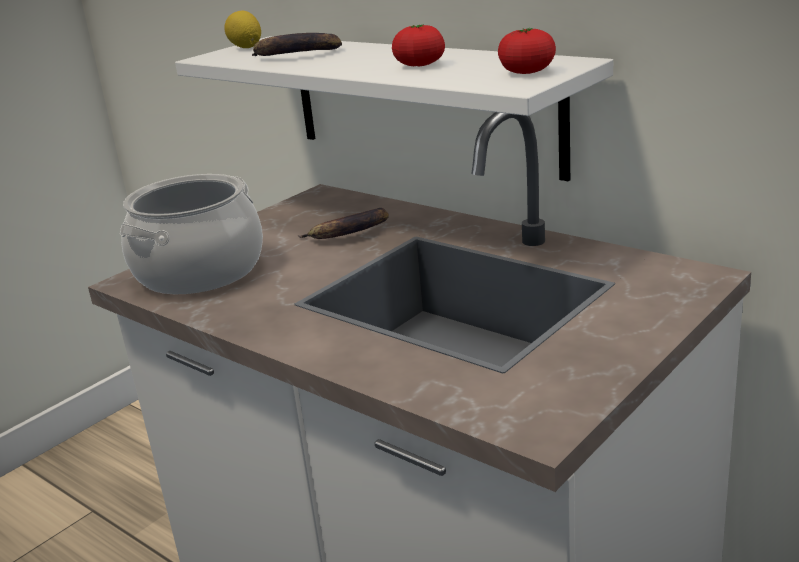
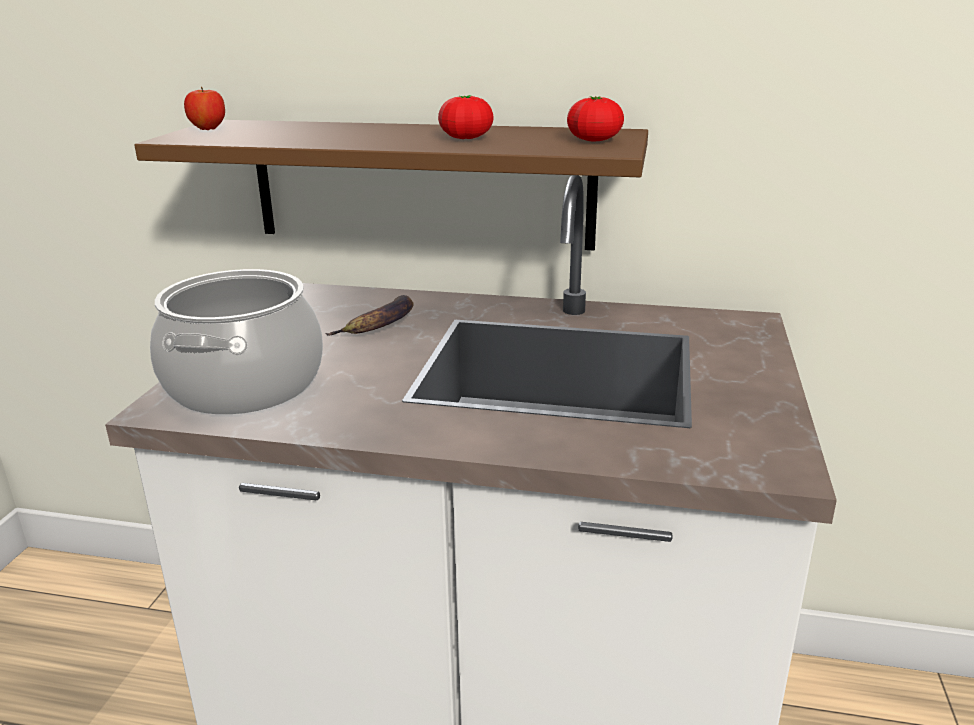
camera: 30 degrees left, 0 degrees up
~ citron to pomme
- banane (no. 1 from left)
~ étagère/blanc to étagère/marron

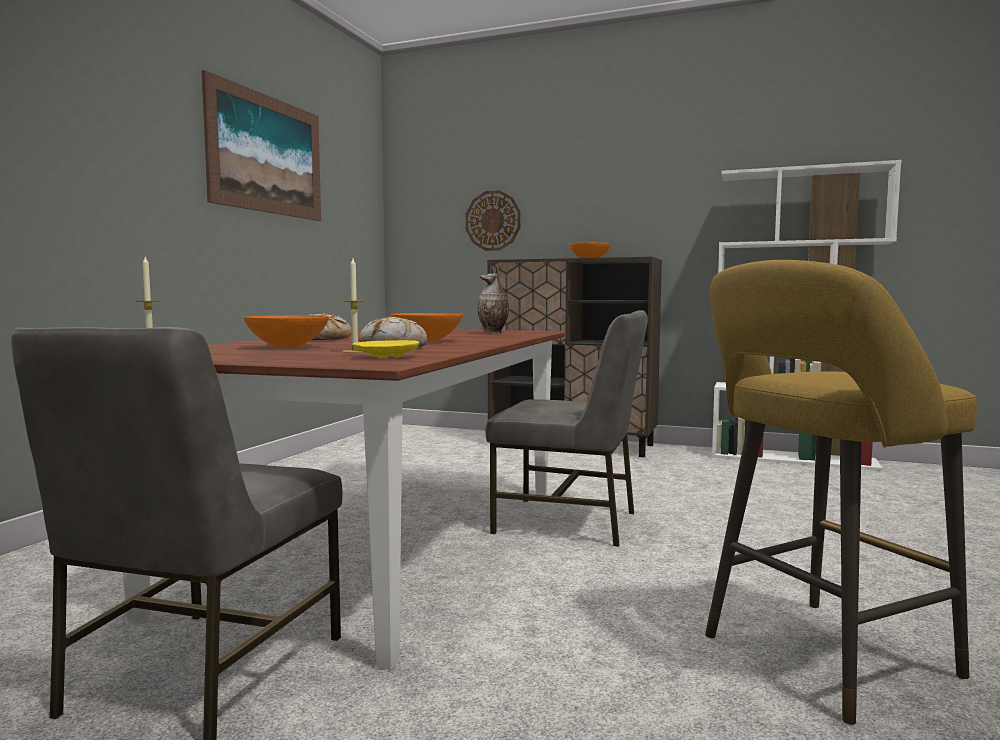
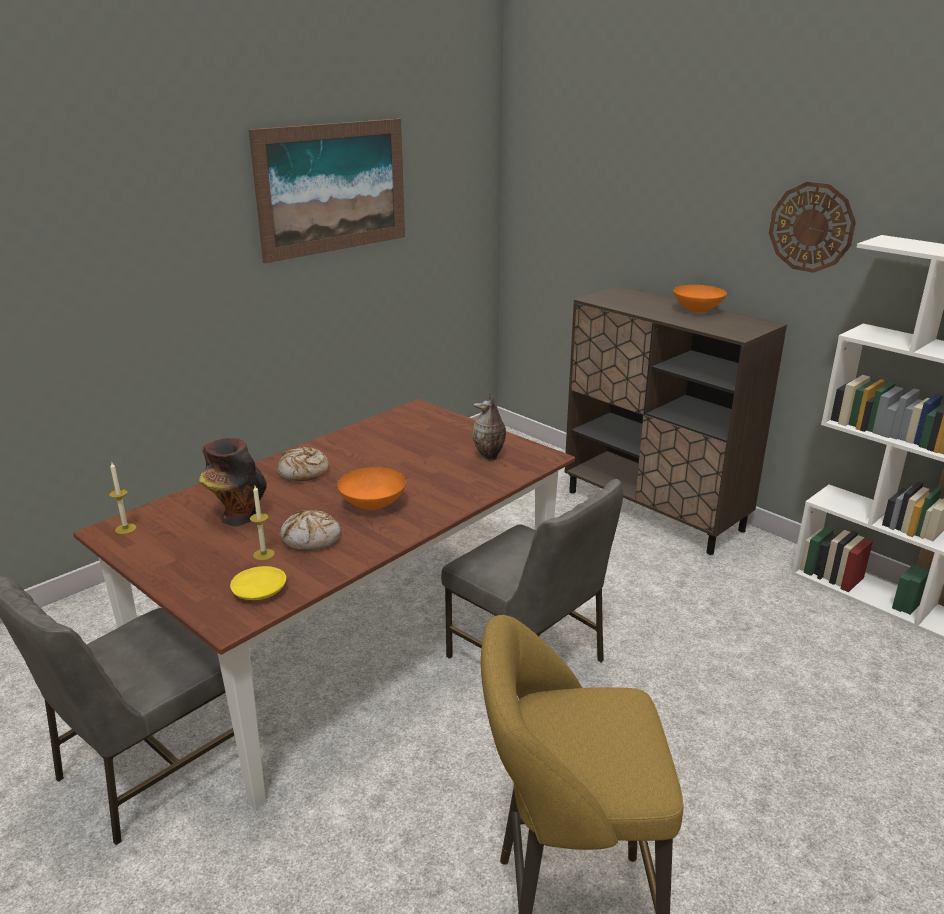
camera: 25 degrees right, 20 degrees up
~ horloge murale
~ bol/orange (no. 1 from left) to vase (no. 1 from left)

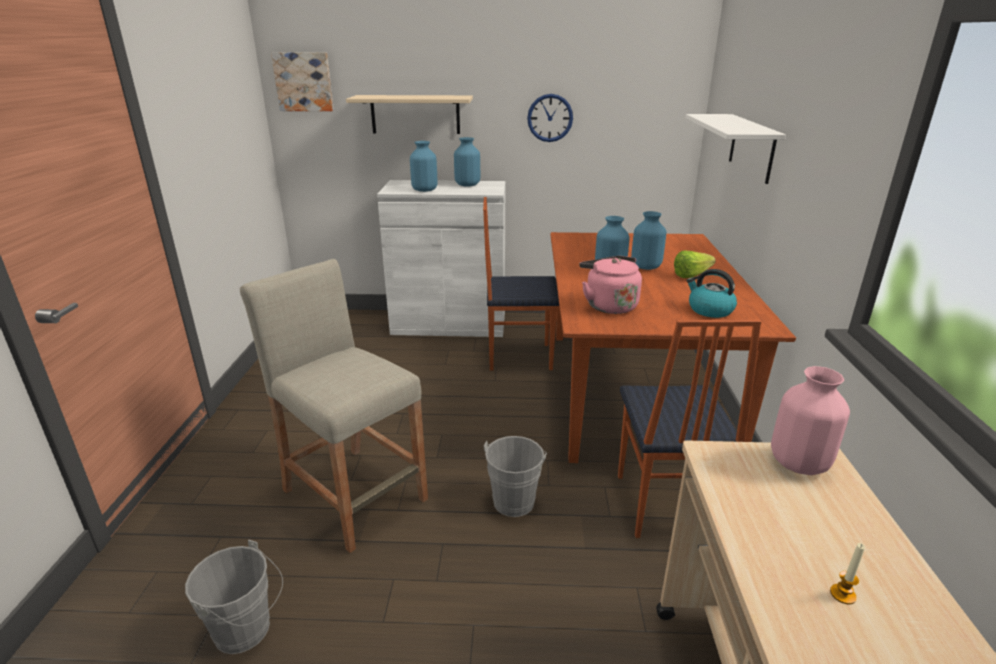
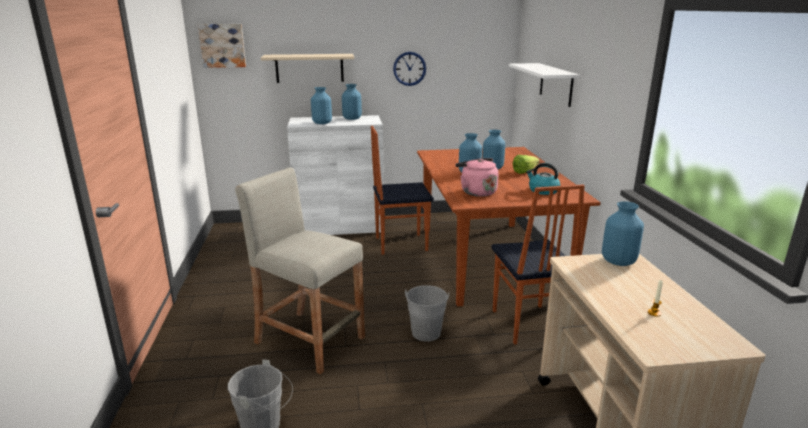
camera: 10 degrees left, 5 degrees down
~ vase/rose to vase/bleu (no. 5 from left)

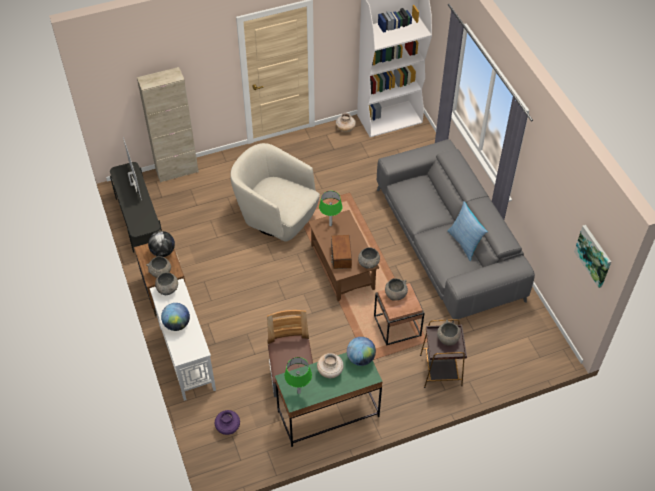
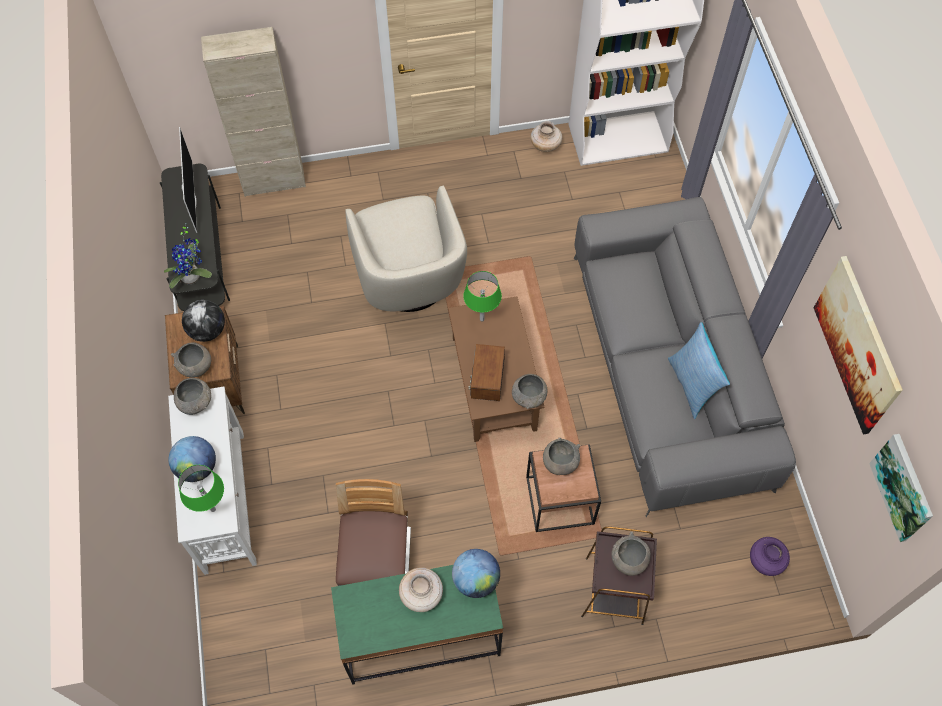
camera: 10 degrees right, 10 degrees up
~ fauteuil/beige 150 degrees counterclockwise
~ lampe de table/vert (no. 1 from left)
~ vase/violet
+ plante en pot
+ tableau (no. 1 from left)

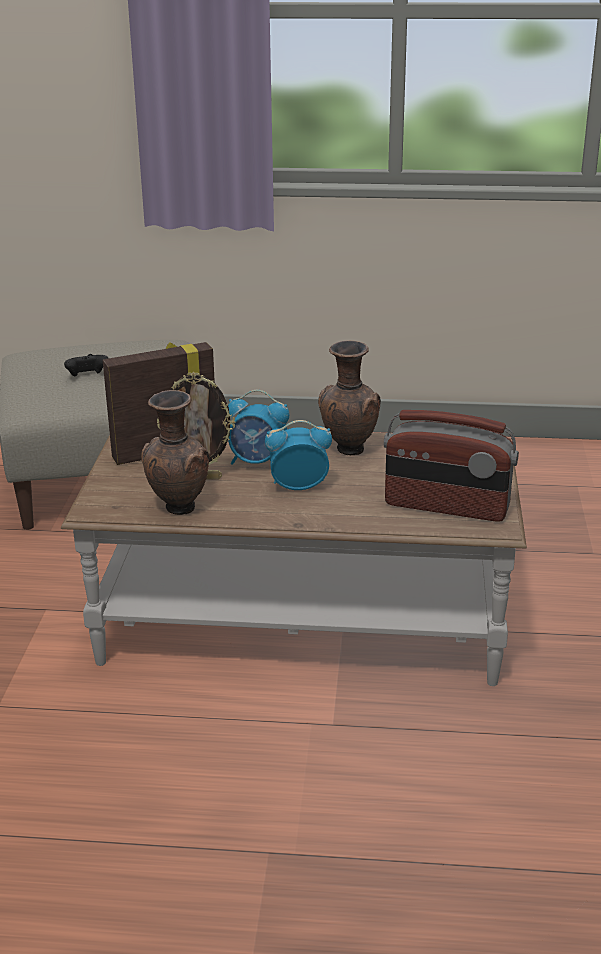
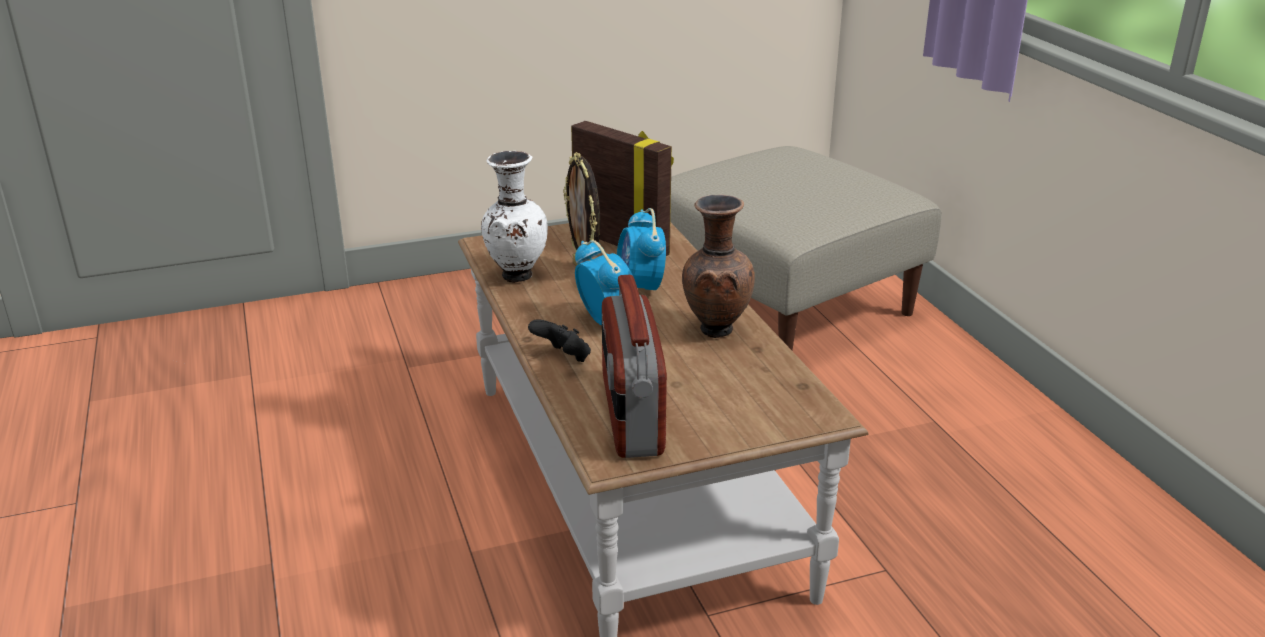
camera: 65 degrees right, 0 degrees up
~ manette/noir
~ vase/marron (no. 1 from left) to vase/blanc

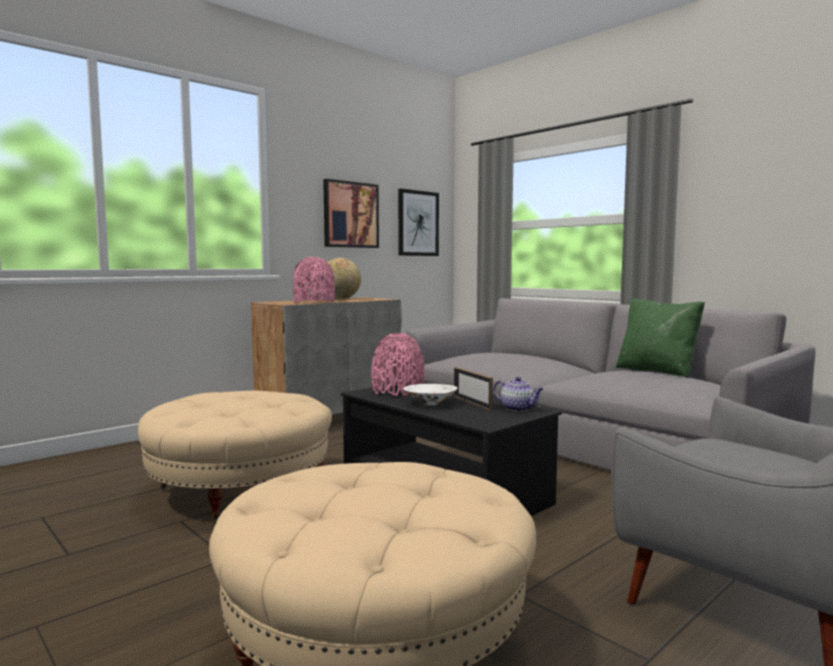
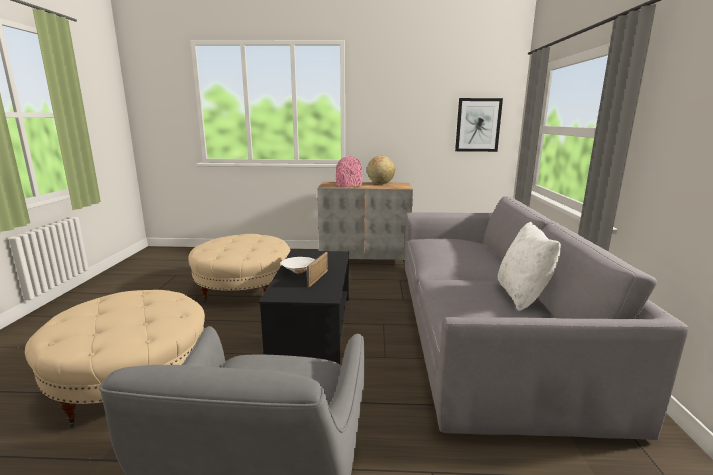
camera: 45 degrees right, 10 degrees up
- tableau (no. 1 from left)
~ coussin/vert to coussin/blanc
- vase/rose (no. 2 from left)
- théière

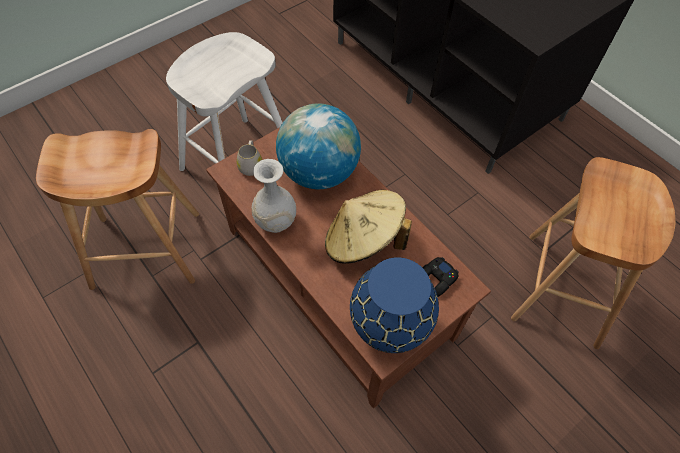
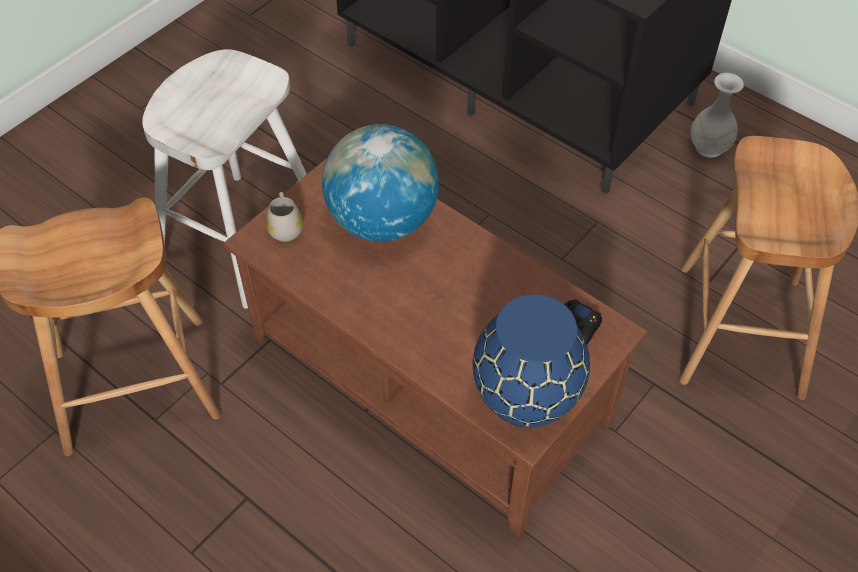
camera: 10 degrees left, 5 degrees down
~ vase/blanc
- chapeau/beige

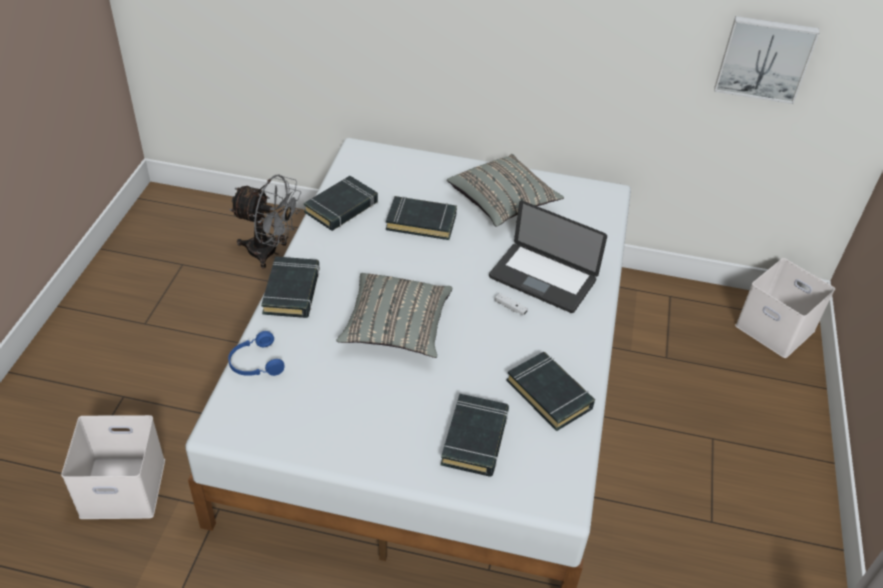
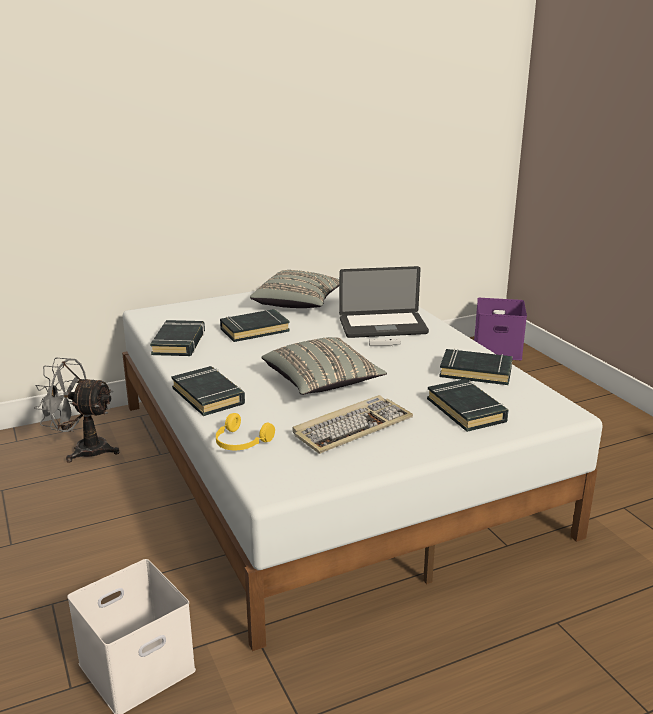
camera: 35 degrees left, 20 degrees down
- tableau
~ ventilateur/gris 150 degrees counterclockwise
~ boîte de rangement/blanc (no. 2 from left) to boîte de rangement/violet
~ casque audio/bleu to casque audio/jaune
+ clavier

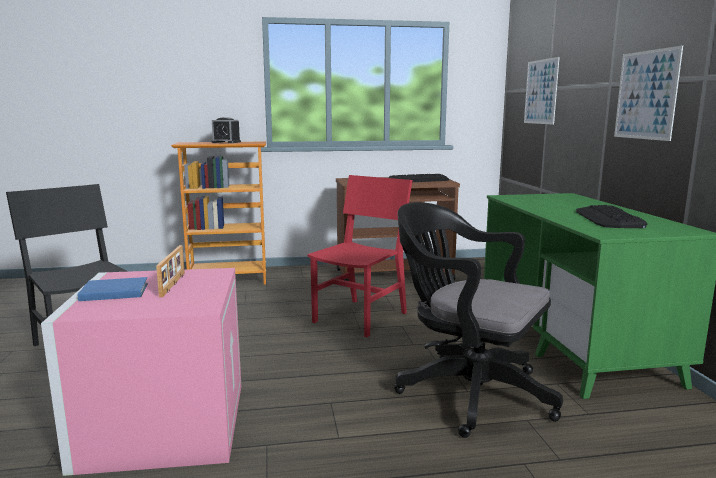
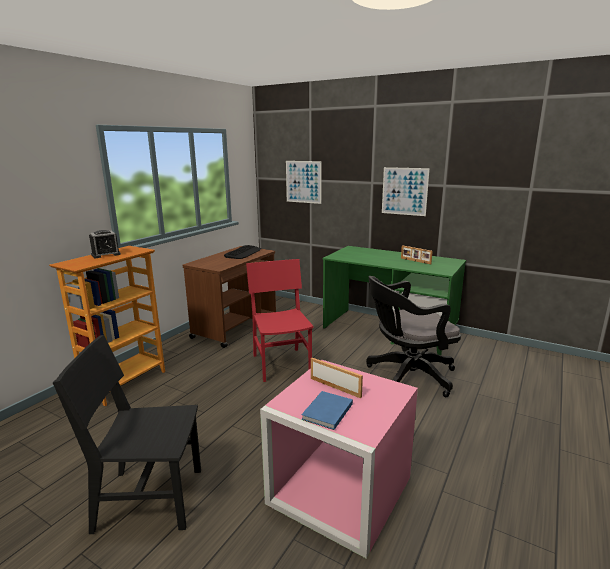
camera: 50 degrees left, 5 degrees up
~ clavier (no. 2 from left) to cadre photo (no. 2 from left)

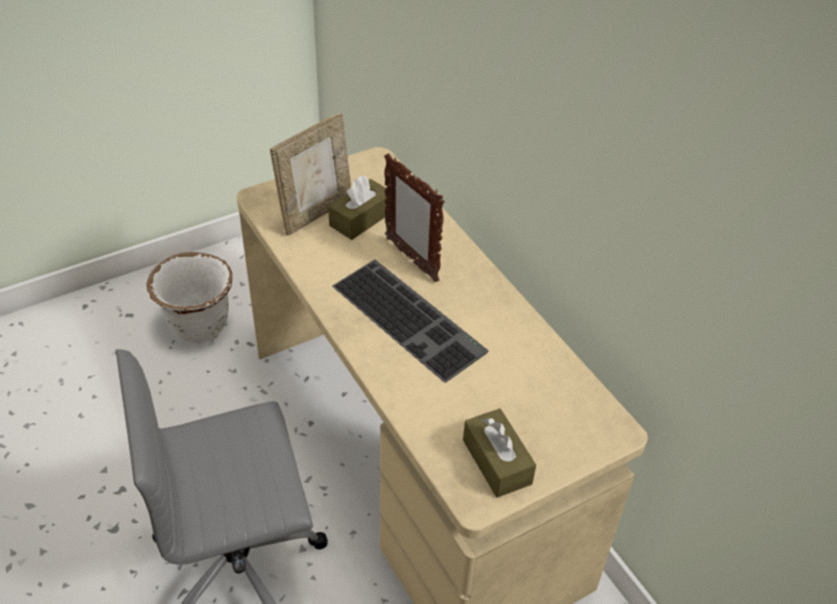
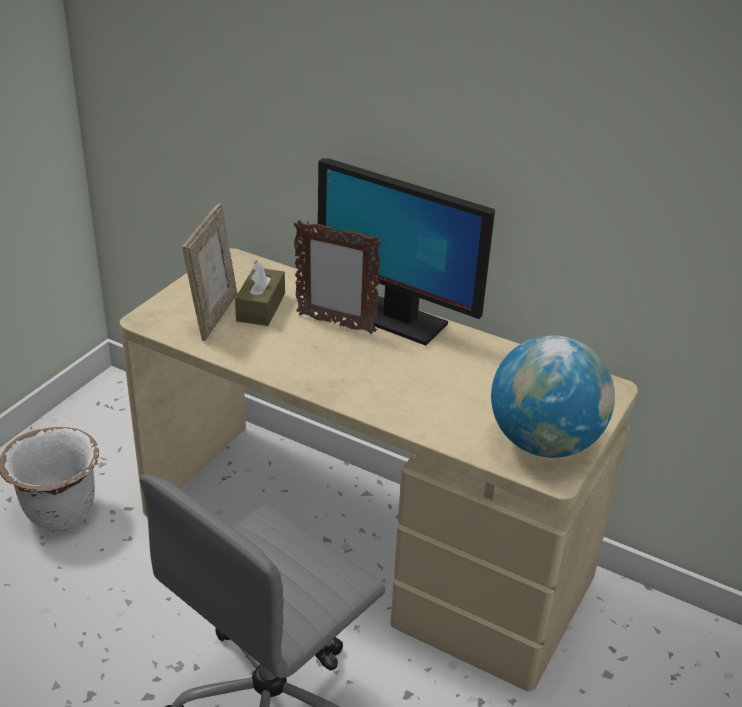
camera: 30 degrees left, 10 degrees down
- clavier
~ boîte à mouchoirs/marron (no. 2 from left) to globe
+ écran d'ordinateur

